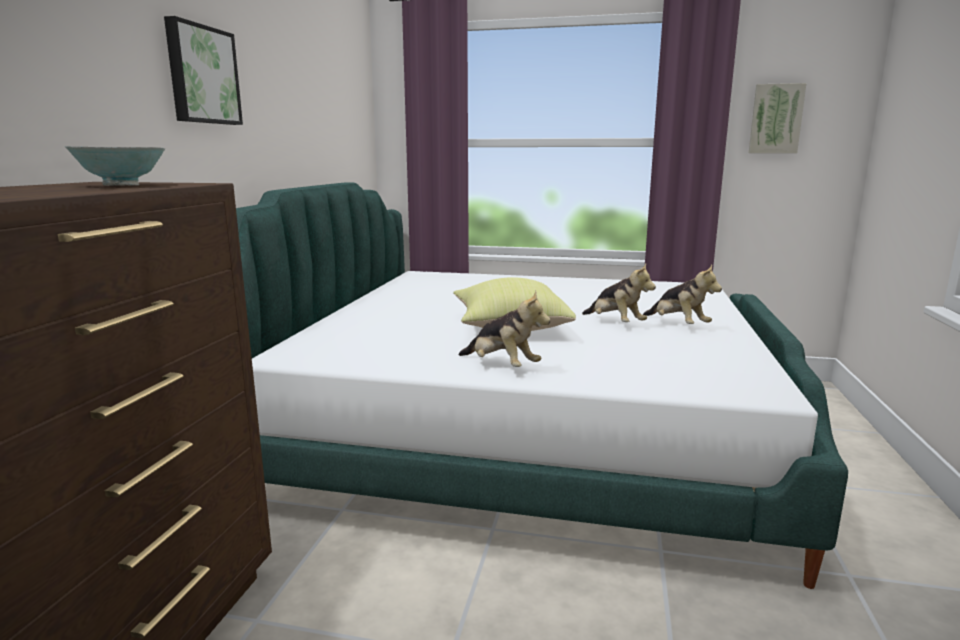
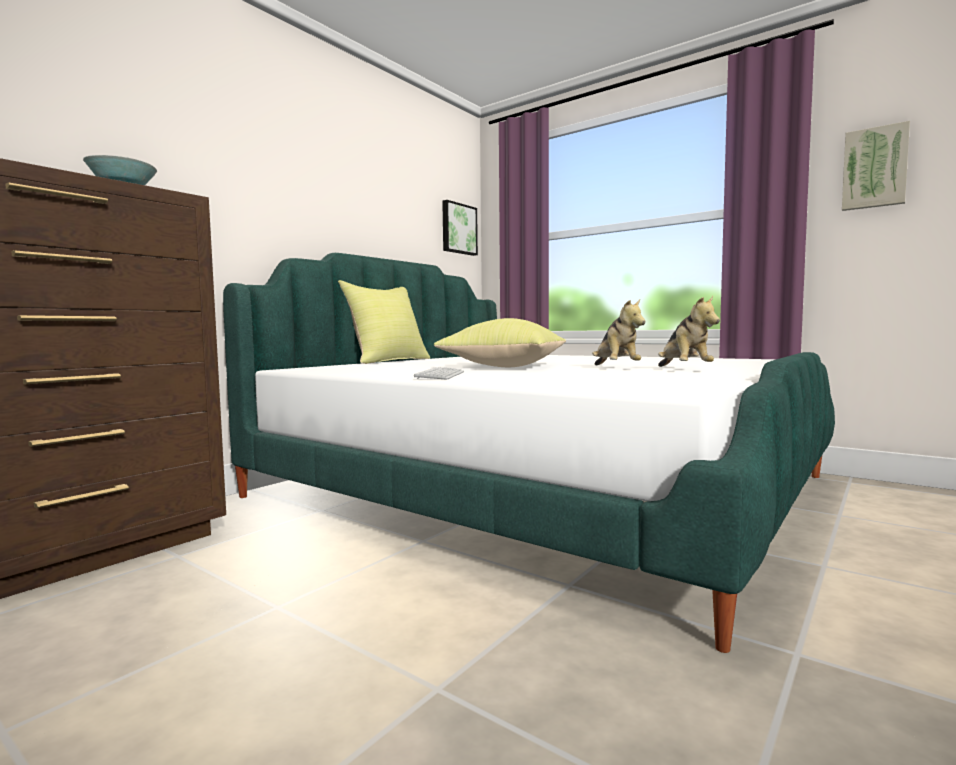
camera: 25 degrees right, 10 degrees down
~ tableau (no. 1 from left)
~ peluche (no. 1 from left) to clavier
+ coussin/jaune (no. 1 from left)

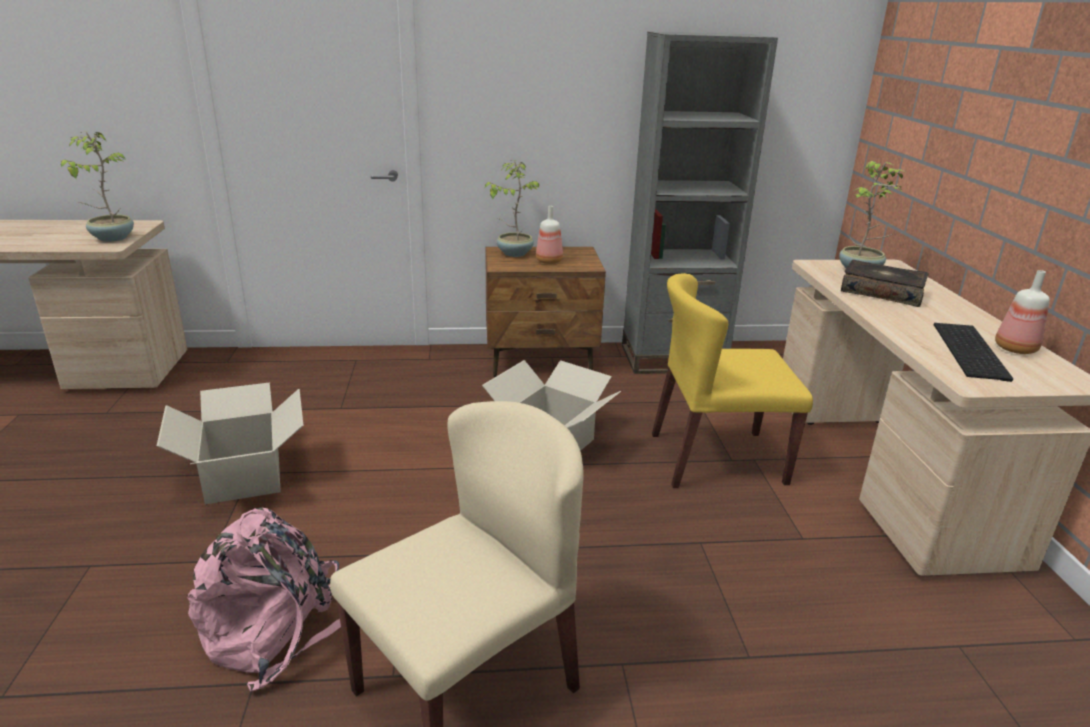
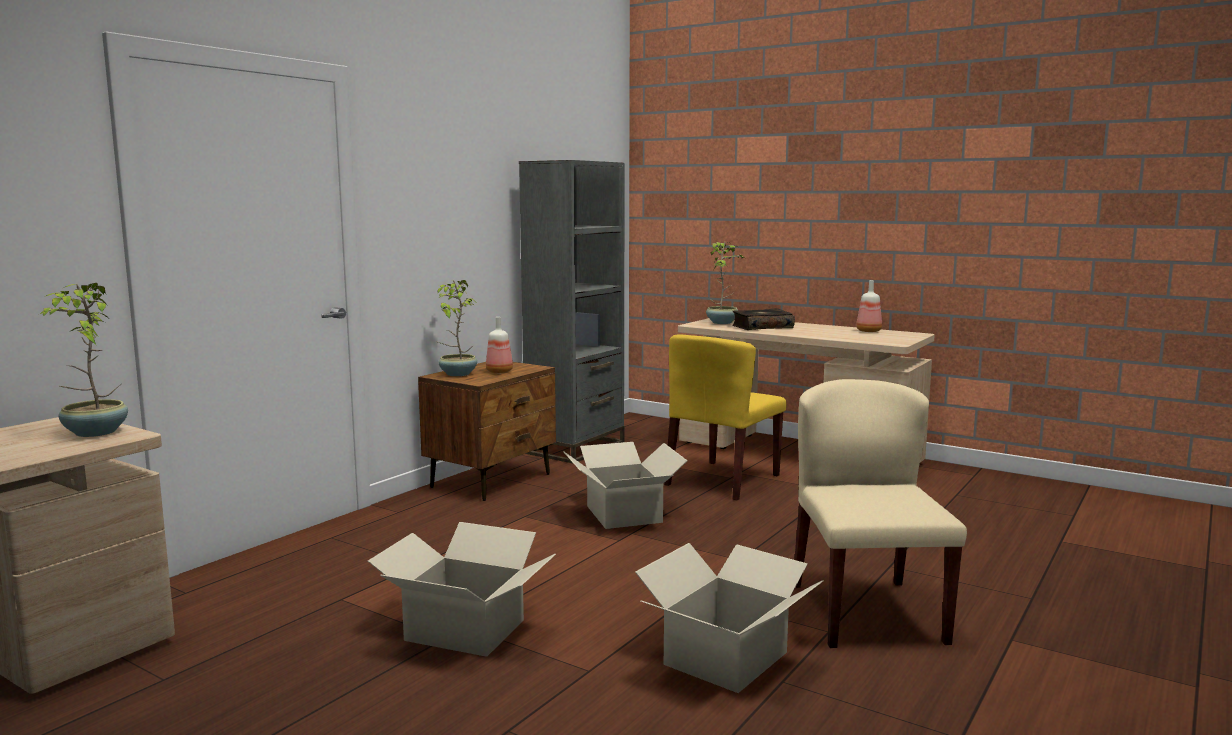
camera: 50 degrees left, 15 degrees down
- clavier
~ sac à dos/rose to carton (no. 3 from left)

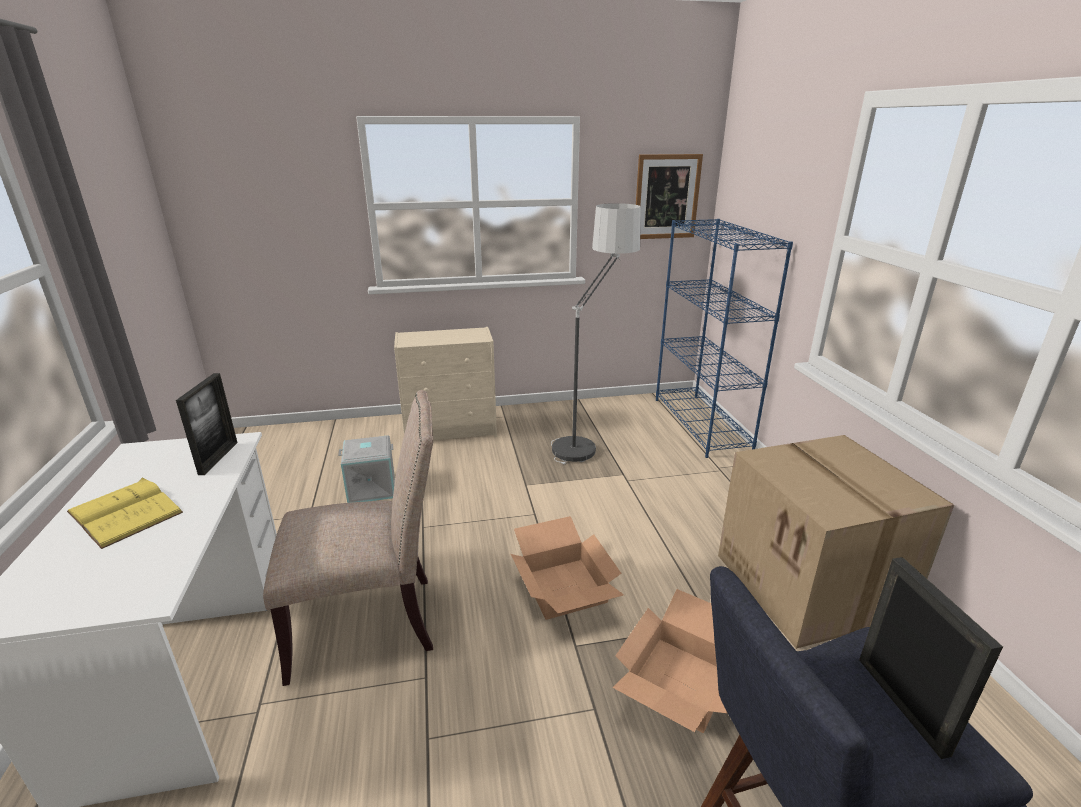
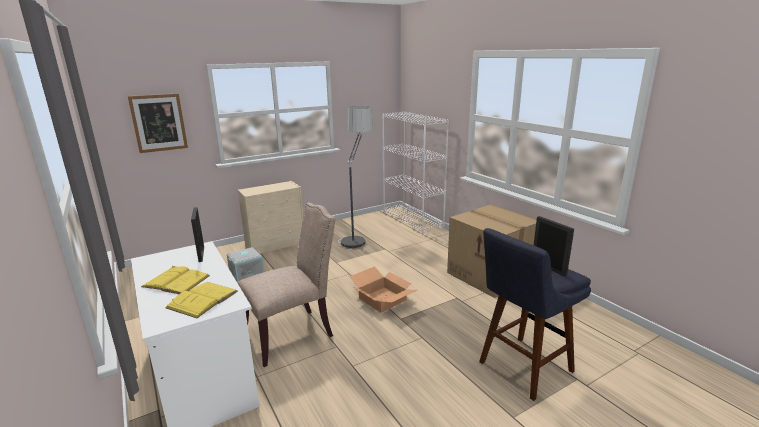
camera: 20 degrees left, 5 degrees down
~ tableau
~ bibliothèque/bleu to bibliothèque/blanc
- carton (no. 2 from left)
+ livre/jaune (no. 2 from left)

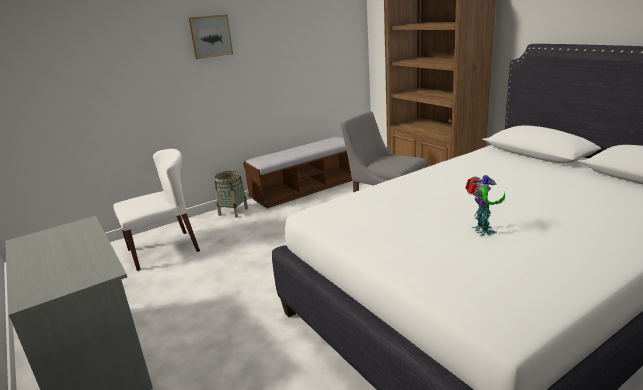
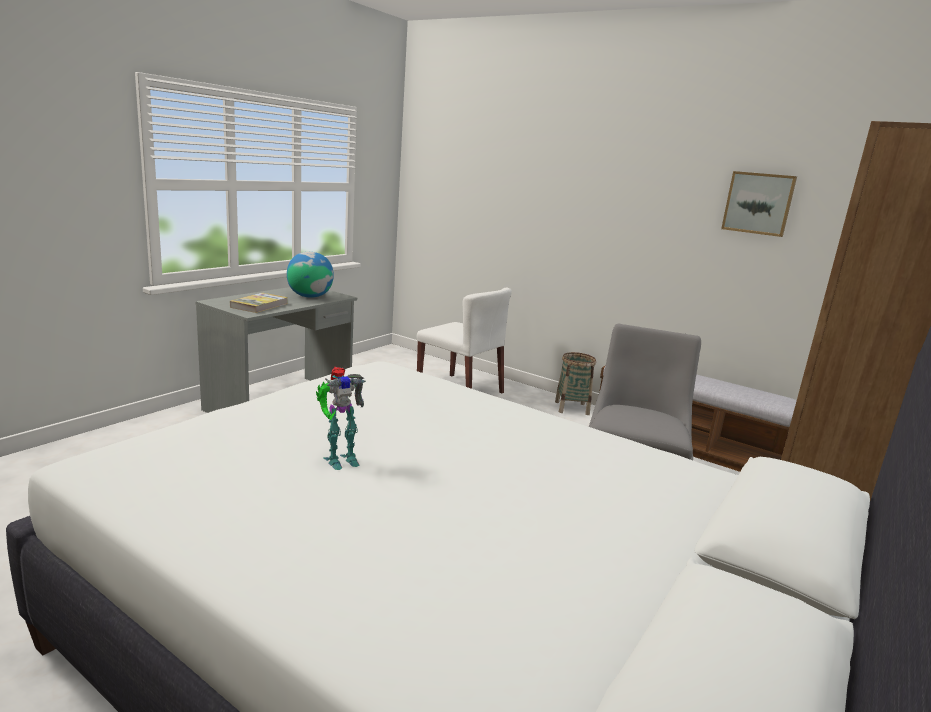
camera: 65 degrees right, 5 degrees down
~ tableau
+ globe
+ livre

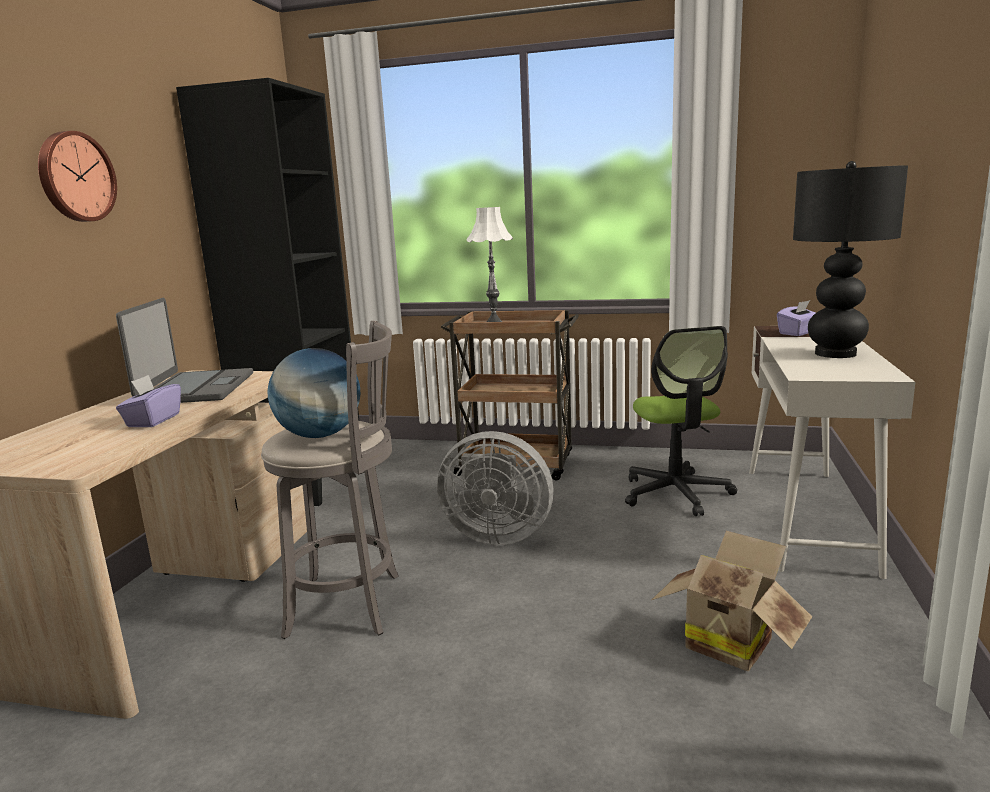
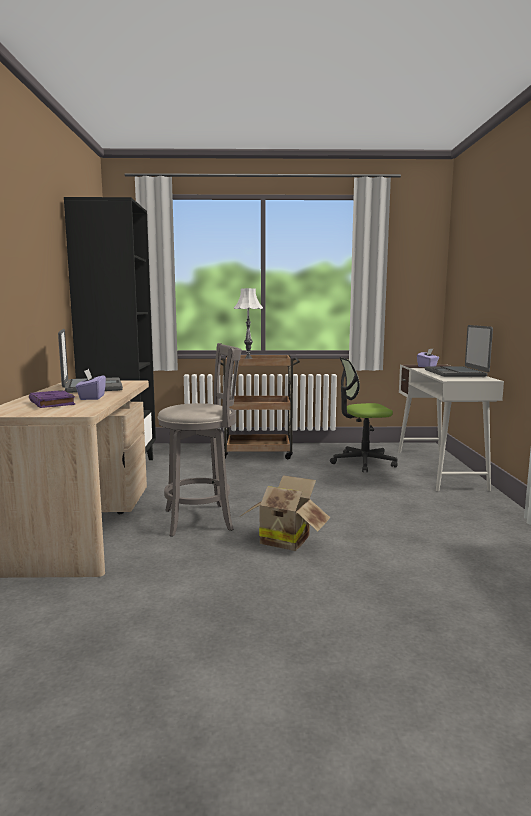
camera: 15 degrees left, 5 degrees down
- horloge murale
~ lampe de table/noir to ordinateur portable (no. 2 from left)
~ chaise de bureau 105 degrees clockwise
- globe
- ventilateur/gris
~ carton
+ livre/violet

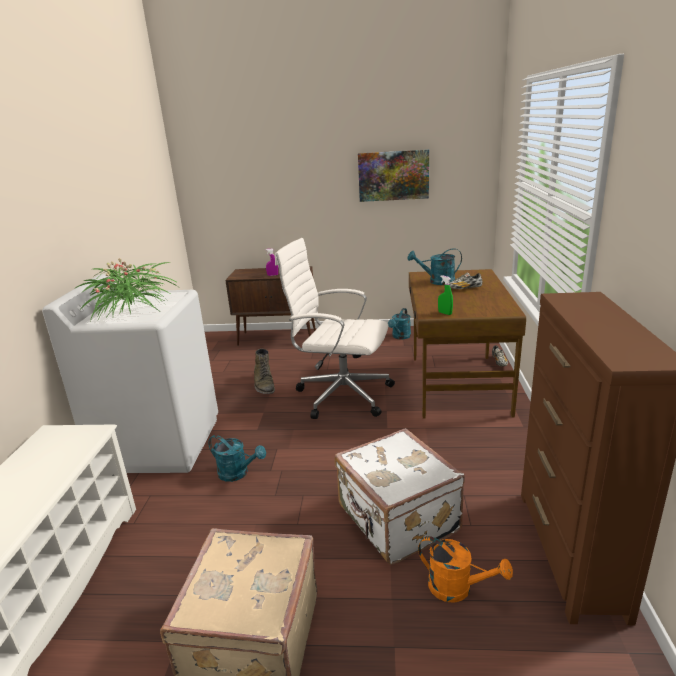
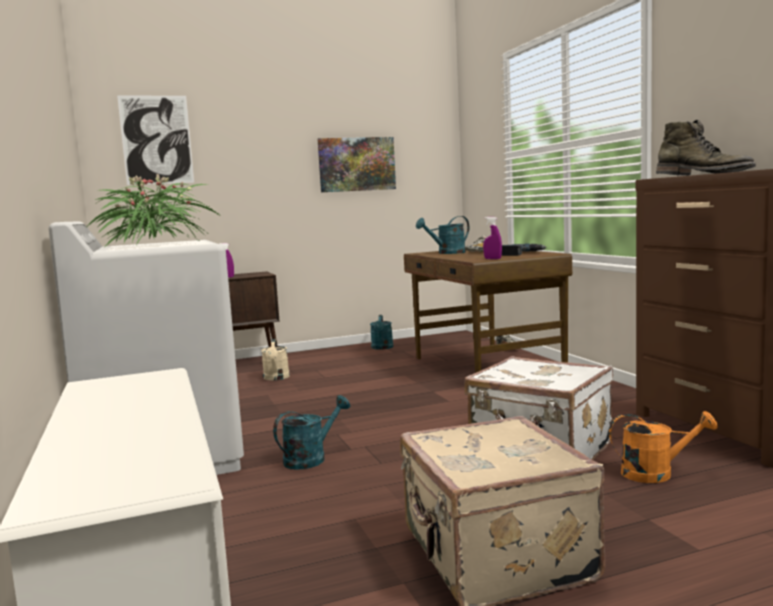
camera: 25 degrees left, 15 degrees down
- chaise de bureau/blanc
~ vaporisateur/vert to vaporisateur/violet (no. 2 from left)
~ botte/vert
~ arrosoir/turquoise (no. 1 from left) 45 degrees counterclockwise
+ tableau (no. 1 from left)
+ perceuse
+ arrosoir/beige

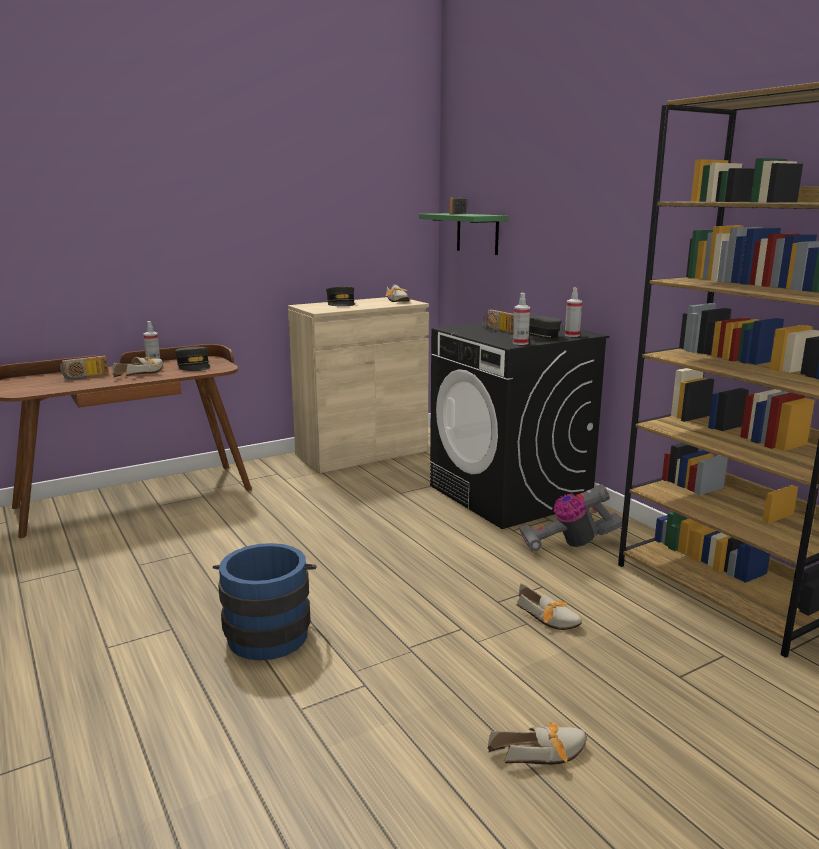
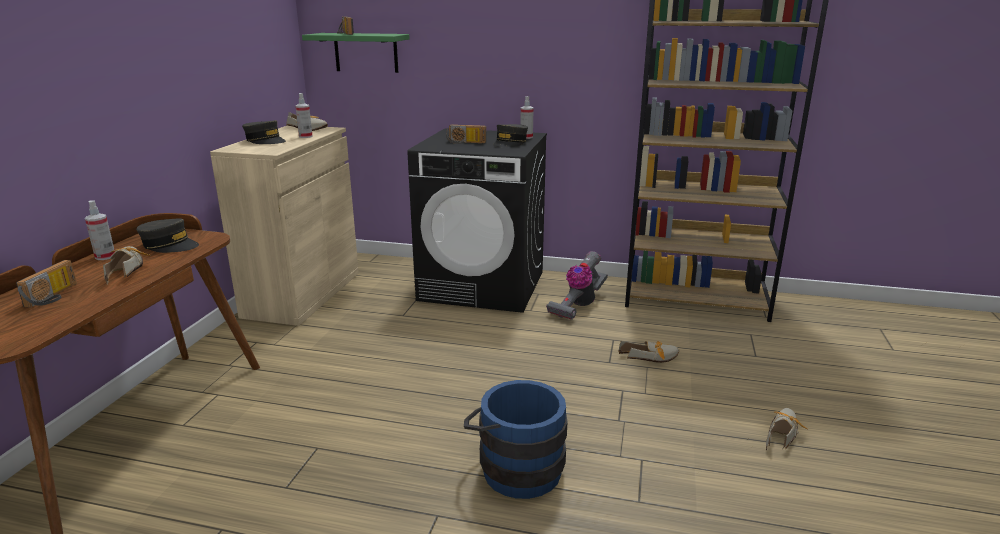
camera: 45 degrees left, 5 degrees up
~ vaporisateur (no. 2 from left)

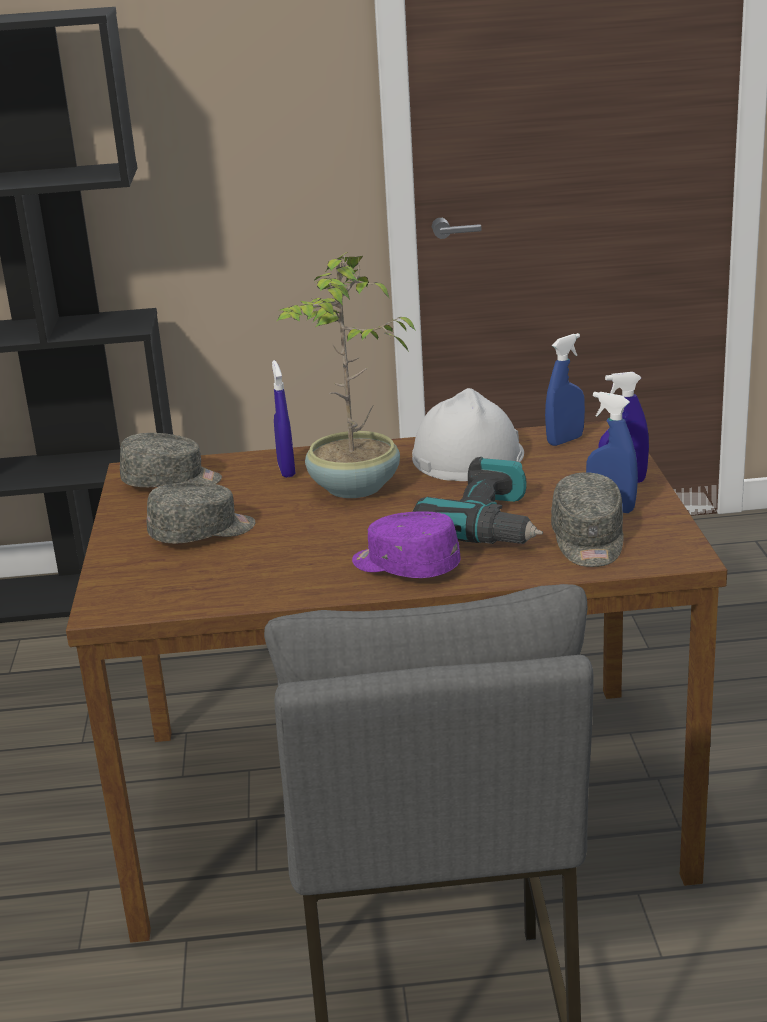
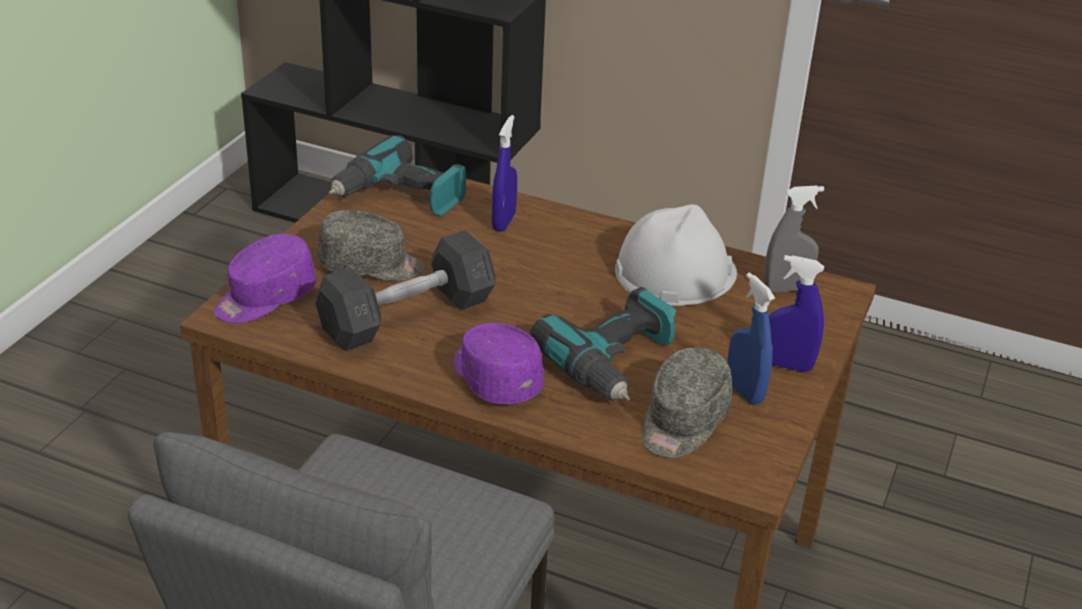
camera: 25 degrees right, 10 degrees up
- plante en pot
~ vaporisateur/bleu (no. 2 from left) to vaporisateur/gris
~ casquette/gris (no. 1 from left) to perceuse (no. 1 from left)
+ haltère/gris
+ casquette/violet (no. 1 from left)

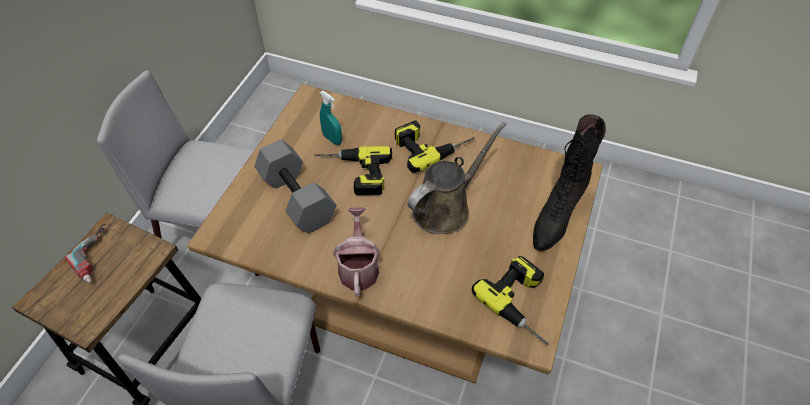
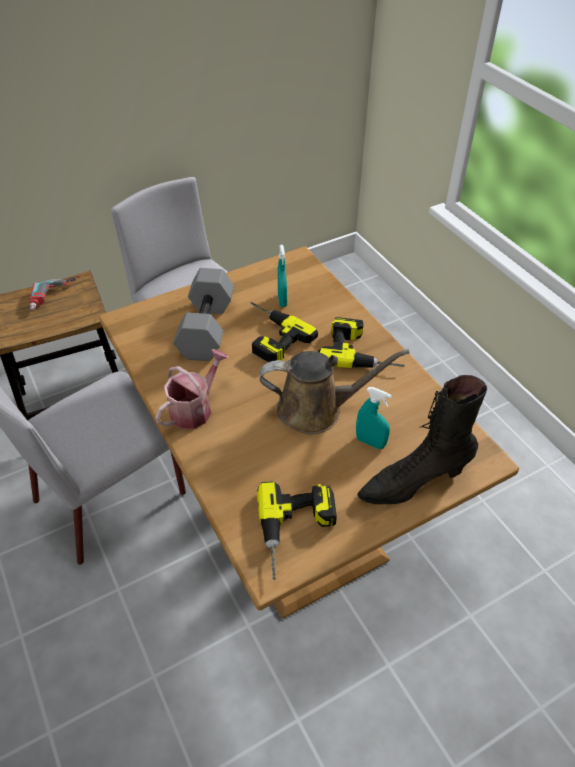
camera: 40 degrees right, 5 degrees down
+ vaporisateur/turquoise (no. 2 from left)

